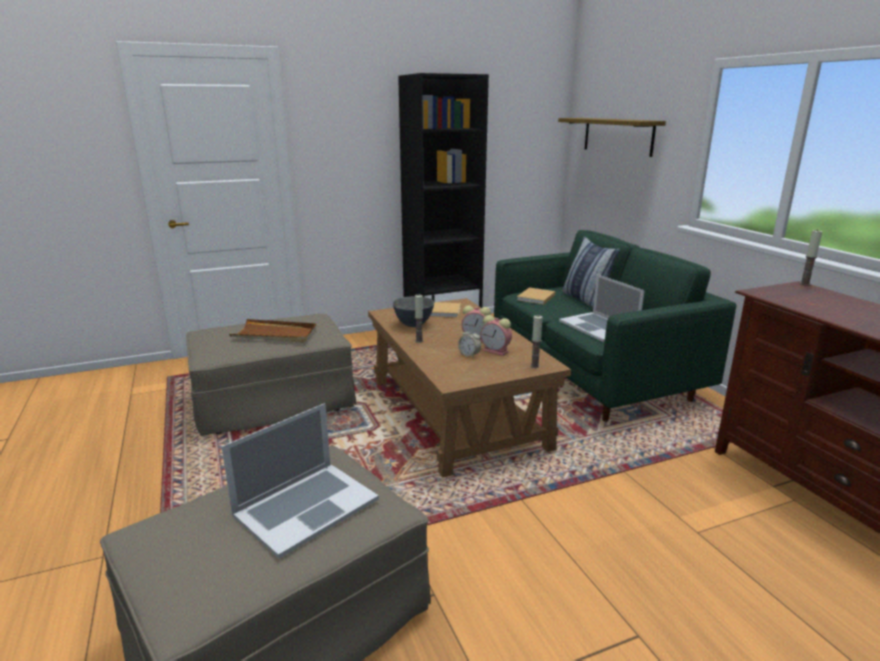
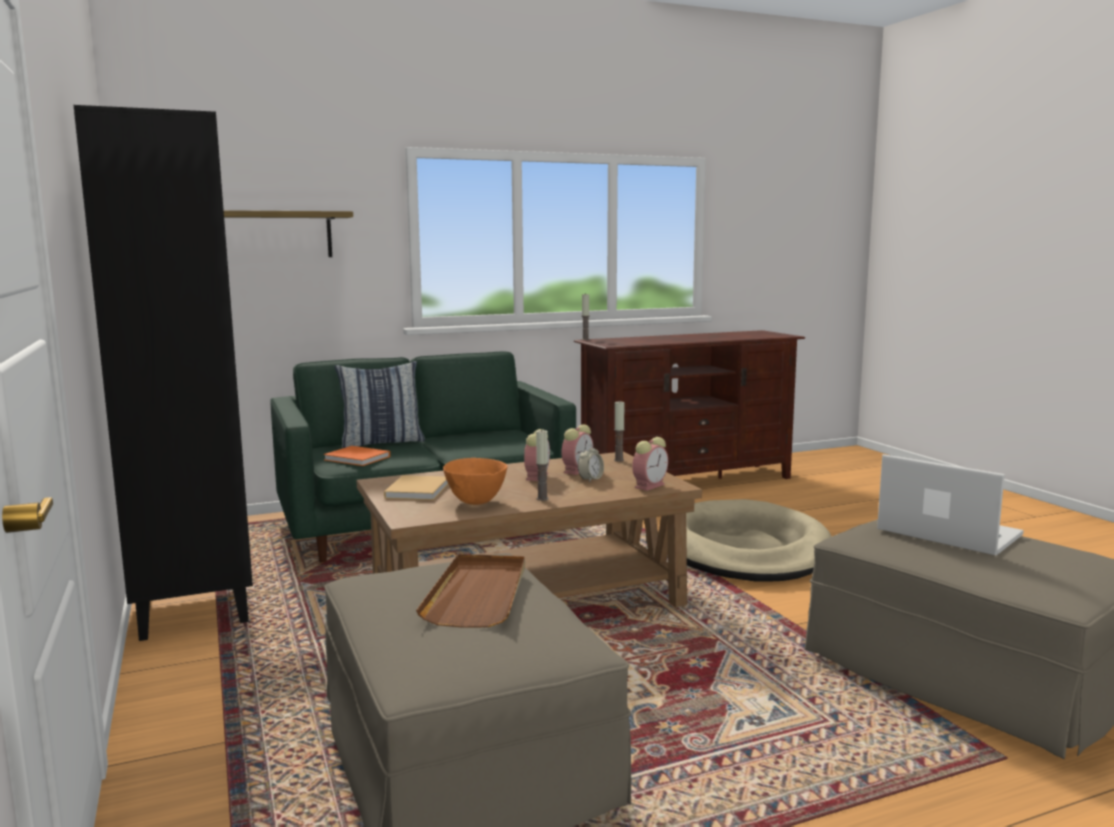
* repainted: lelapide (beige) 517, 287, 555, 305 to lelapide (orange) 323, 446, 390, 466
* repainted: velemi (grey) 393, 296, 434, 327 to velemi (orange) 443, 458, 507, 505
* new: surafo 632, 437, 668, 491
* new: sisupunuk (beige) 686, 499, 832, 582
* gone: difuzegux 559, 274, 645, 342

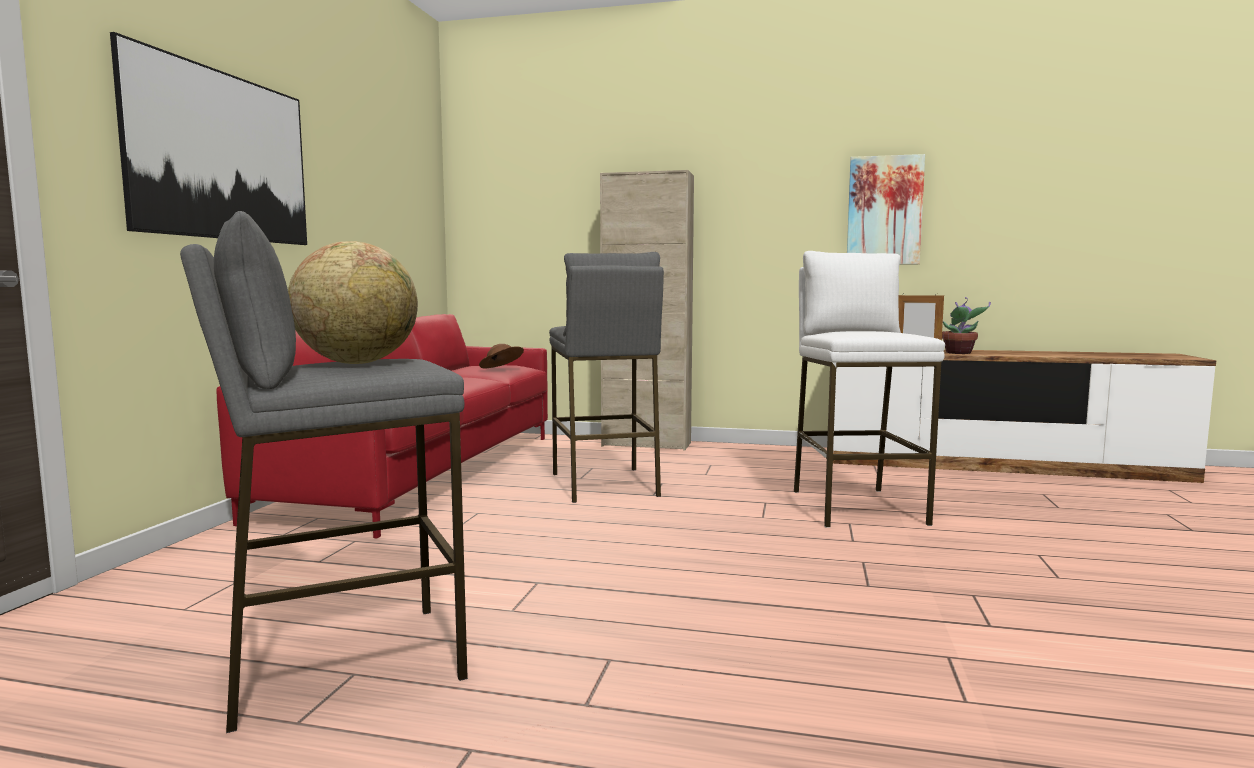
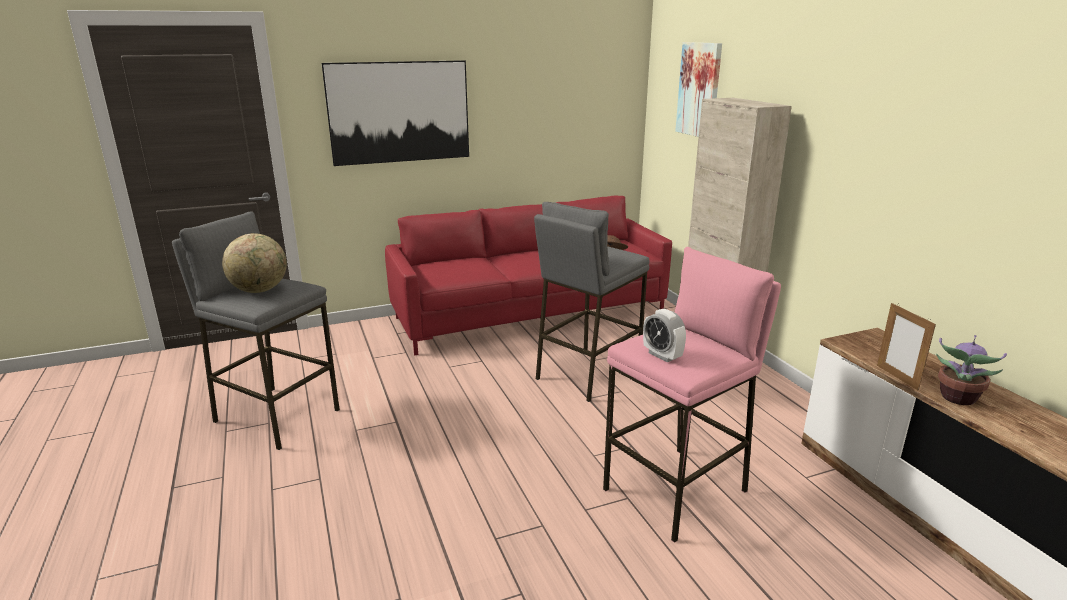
* repainted: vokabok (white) 794, 251, 945, 528 to vokabok (pink) 603, 247, 781, 543
* new: surafo 643, 309, 686, 362
* shifted: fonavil 847, 154, 925, 264 to 675, 42, 722, 137

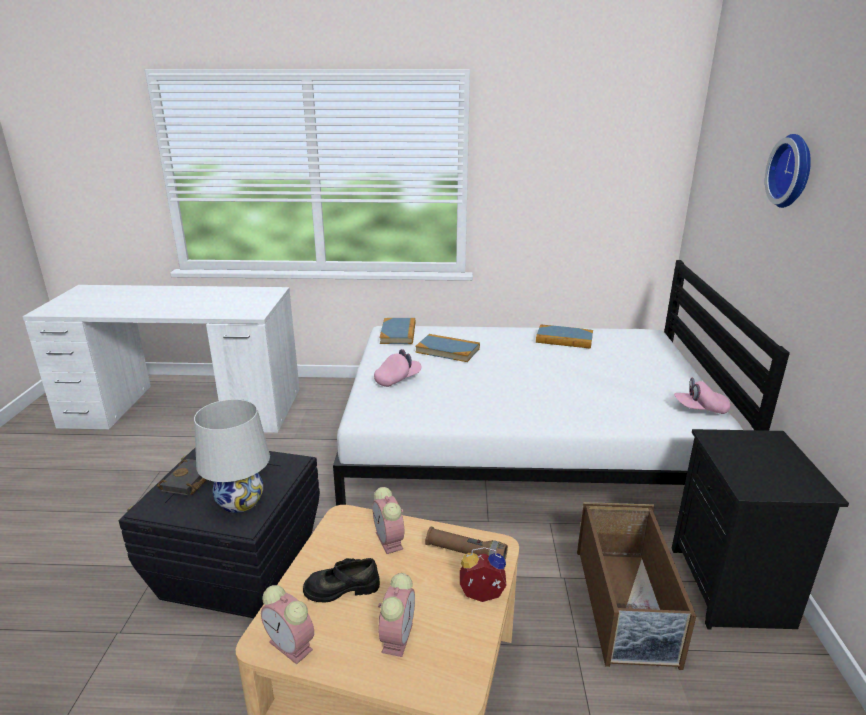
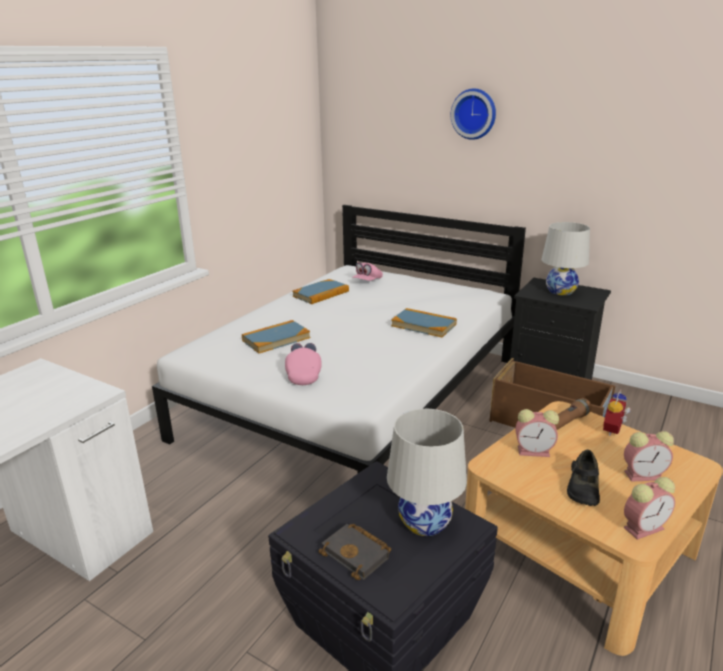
* shifted: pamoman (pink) 674, 378, 730, 414 to 352, 262, 383, 281
* shifted: lelapide 380, 318, 416, 344 to 391, 308, 457, 338
* new: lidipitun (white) 541, 222, 590, 295
* rotated: surafo 378, 573, 415, 657 = 624, 431, 674, 482 135 degrees clockwise

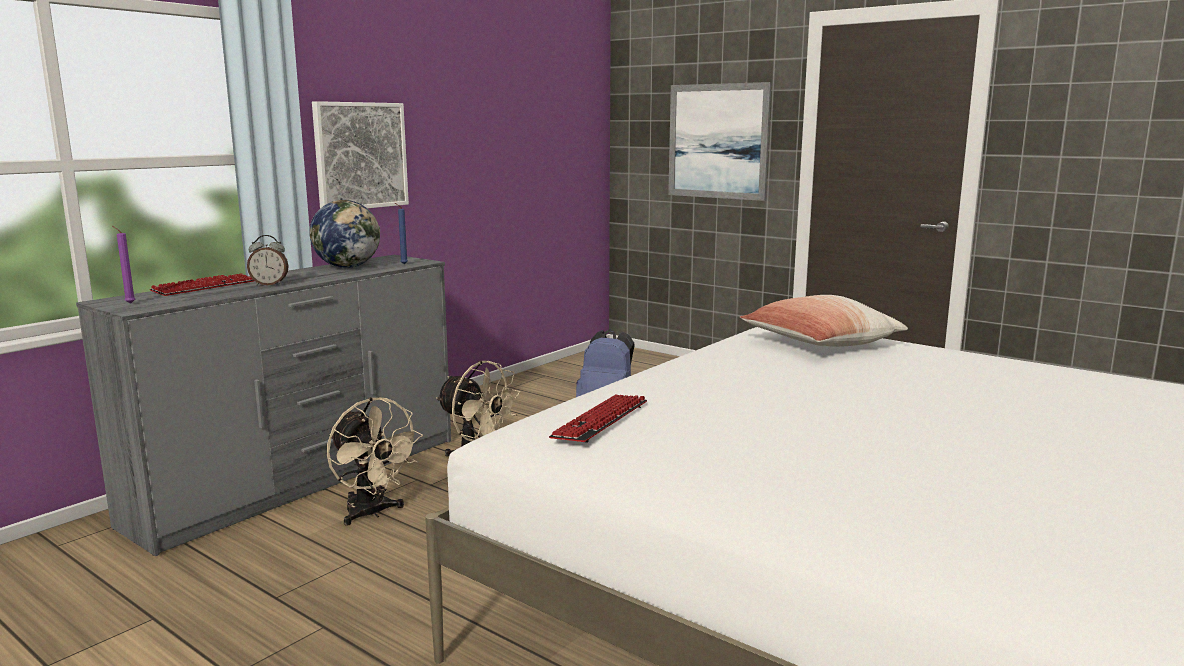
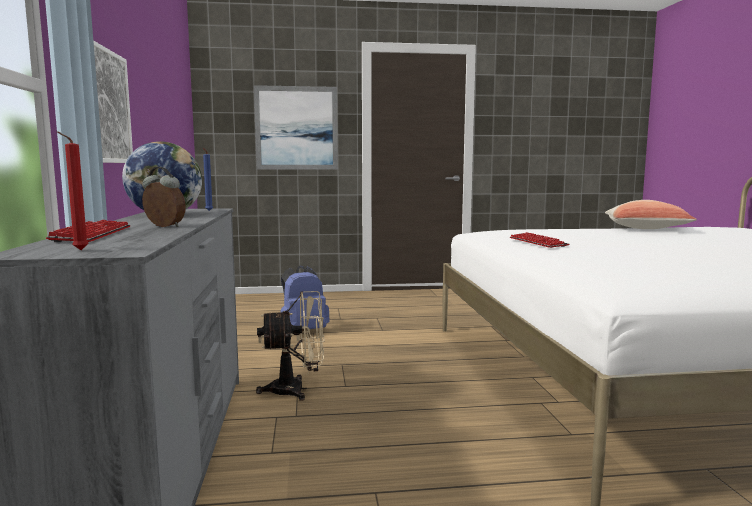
* repainted: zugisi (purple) 113, 226, 135, 304 to zugisi (red) 57, 131, 89, 250
* rotated: surafo 247, 235, 289, 285 = 142, 167, 185, 227 105 degrees counterclockwise
* shifted: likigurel 549, 394, 647, 443 to 510, 232, 570, 248
* shifted: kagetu 740, 295, 908, 347 to 605, 200, 697, 229
* gone: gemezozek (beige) 327, 397, 423, 526

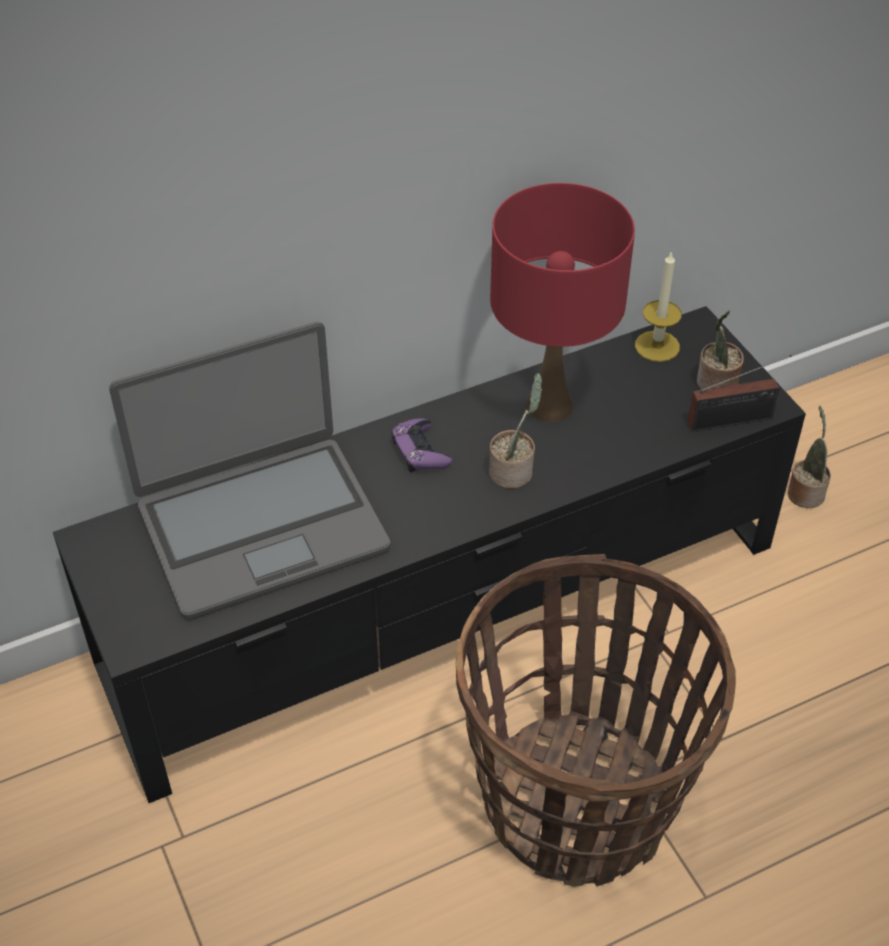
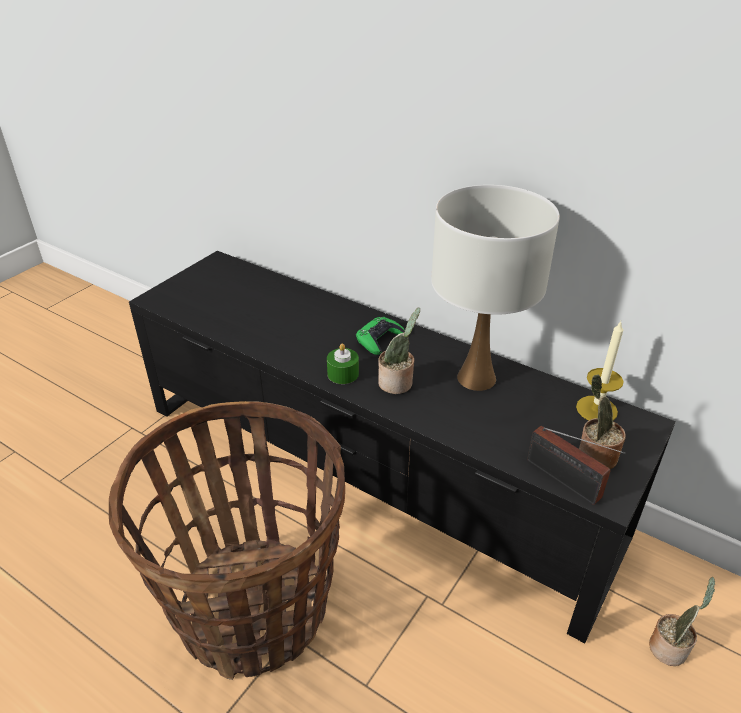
* new: zugisi (green) 327, 343, 359, 384
* repainted: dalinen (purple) 391, 419, 453, 472 to dalinen (green) 355, 317, 405, 355
* repainted: lidipitun (red) 490, 183, 635, 422 to lidipitun (white) 431, 185, 560, 391
* gone: difuzegux 109, 322, 391, 620

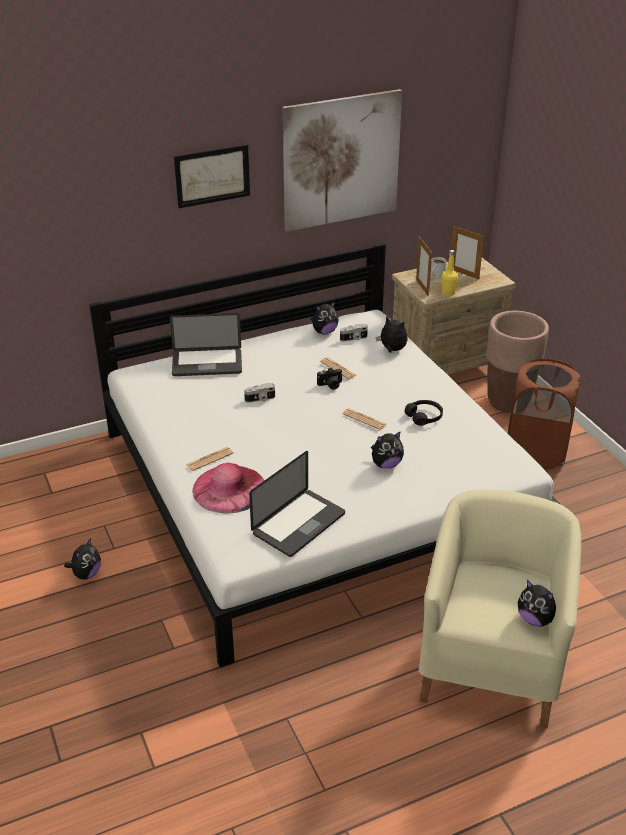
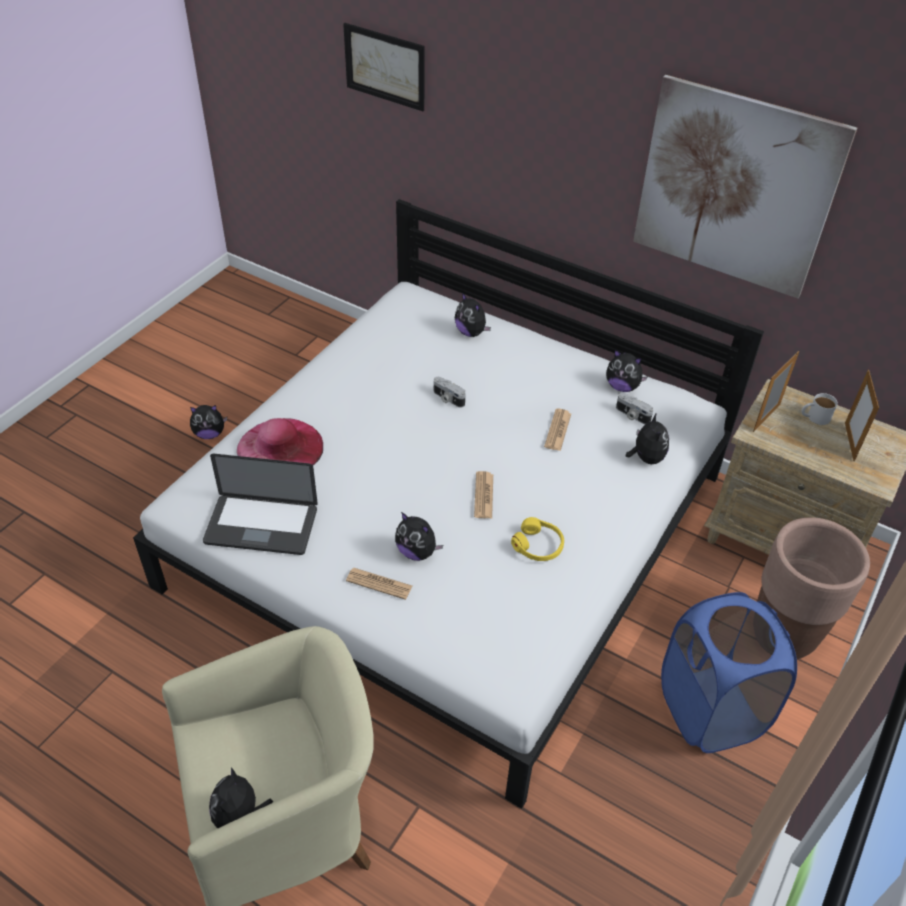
* shifted: fonavil 174, 145, 250, 208 to 343, 23, 424, 111
* shifted: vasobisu 186, 447, 233, 471 to 346, 568, 412, 600
* swapped: difuzegux 170, 313, 242, 376 to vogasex 455, 293, 491, 337
* repainted: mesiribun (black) 405, 400, 443, 426 to mesiribun (yellow) 511, 517, 564, 561
* repainted: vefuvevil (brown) 508, 358, 581, 469 to vefuvevil (blue) 661, 592, 797, 753
* gone: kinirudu 317, 367, 343, 390
* gone: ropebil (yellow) 442, 250, 458, 296

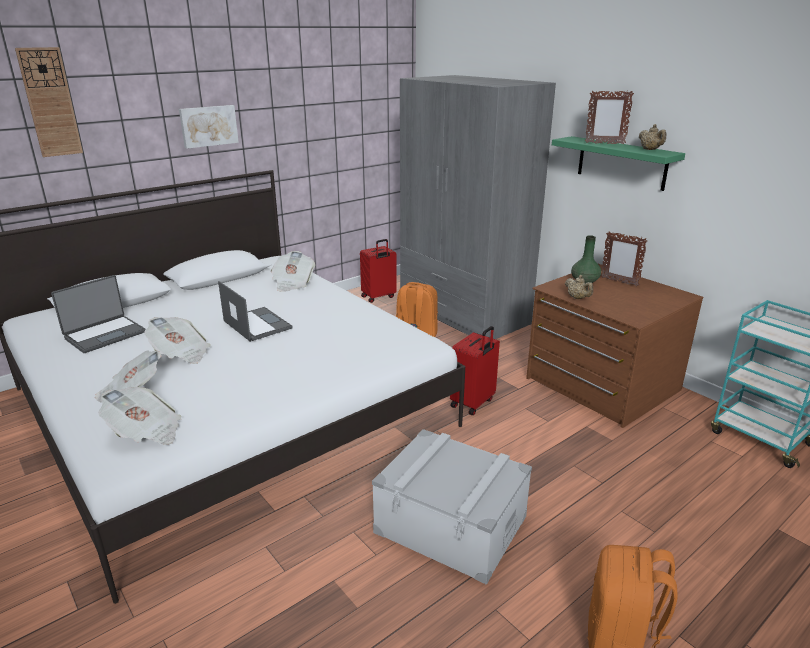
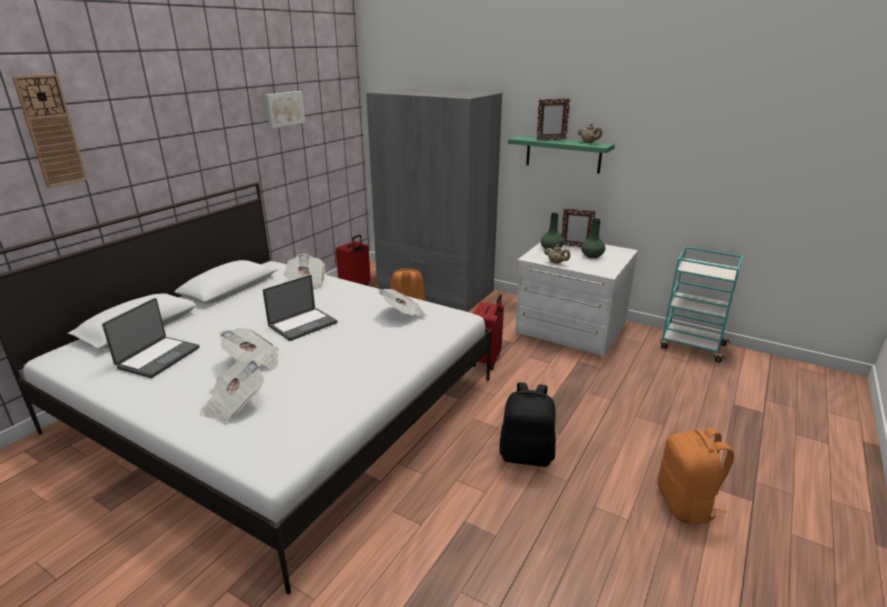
* rotated: difuzegux 218, 281, 293, 342 = 263, 275, 338, 341 105 degrees clockwise
* shifted: fonavil 179, 105, 239, 149 to 264, 91, 305, 128
* shifted: vasobisu 98, 387, 182, 445 to 378, 289, 427, 317
* swapped: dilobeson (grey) 372, 429, 532, 585 to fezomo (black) 499, 382, 556, 467
* repainted: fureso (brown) 526, 264, 703, 428 to fureso (white) 515, 237, 638, 357
* new: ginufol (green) 581, 218, 605, 258

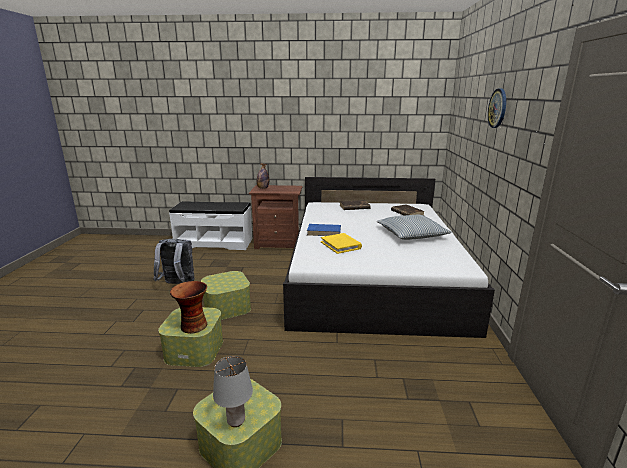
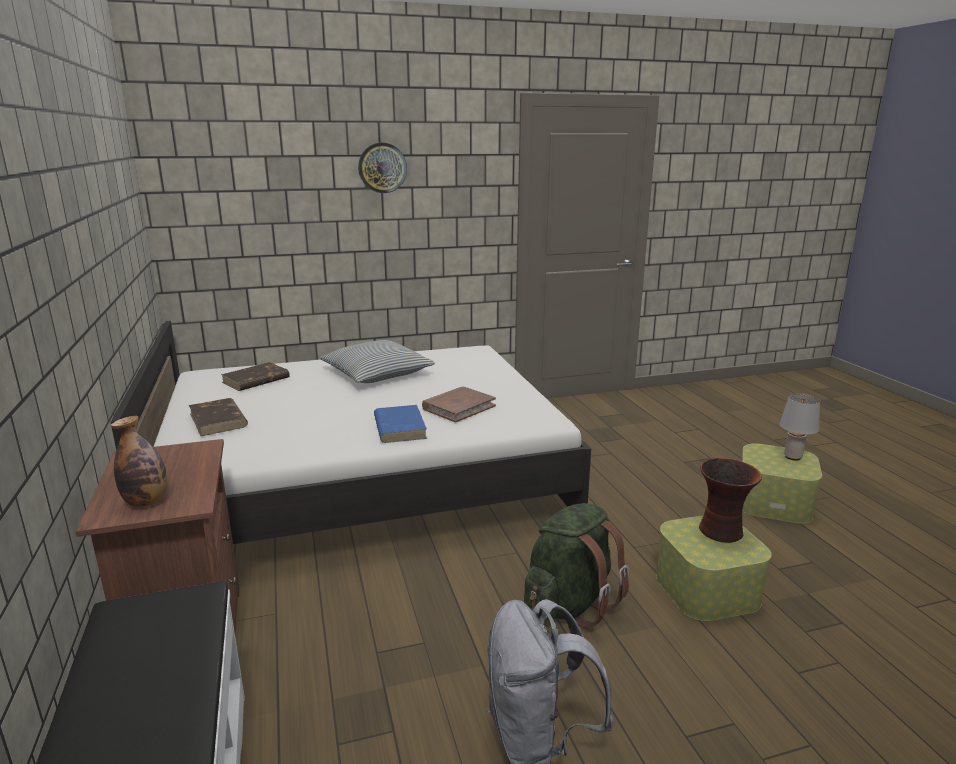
* repainted: lelapide (yellow) 321, 233, 362, 254 to lelapide (brown) 422, 387, 496, 423
* swapped: dilobeson 201, 271, 251, 320 to fezomo (green) 524, 503, 629, 629

